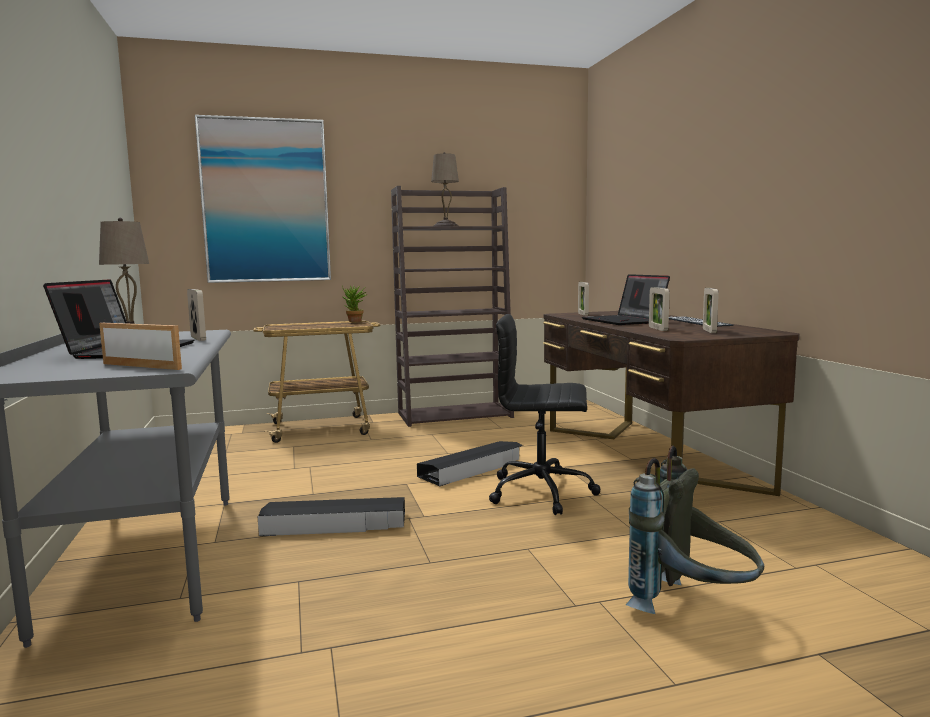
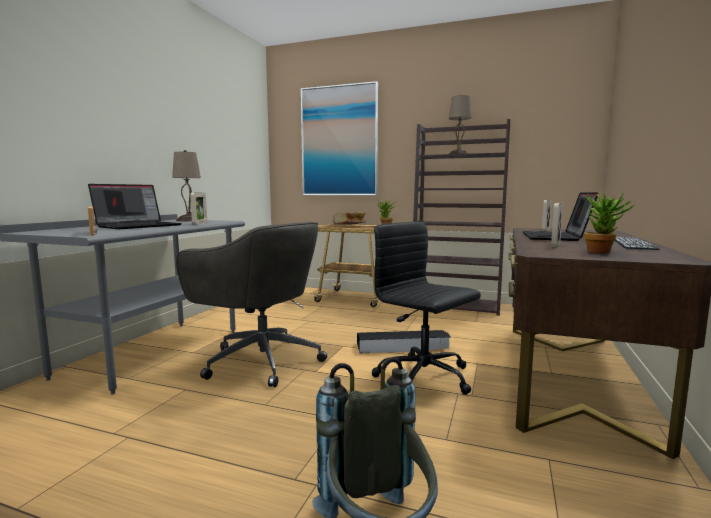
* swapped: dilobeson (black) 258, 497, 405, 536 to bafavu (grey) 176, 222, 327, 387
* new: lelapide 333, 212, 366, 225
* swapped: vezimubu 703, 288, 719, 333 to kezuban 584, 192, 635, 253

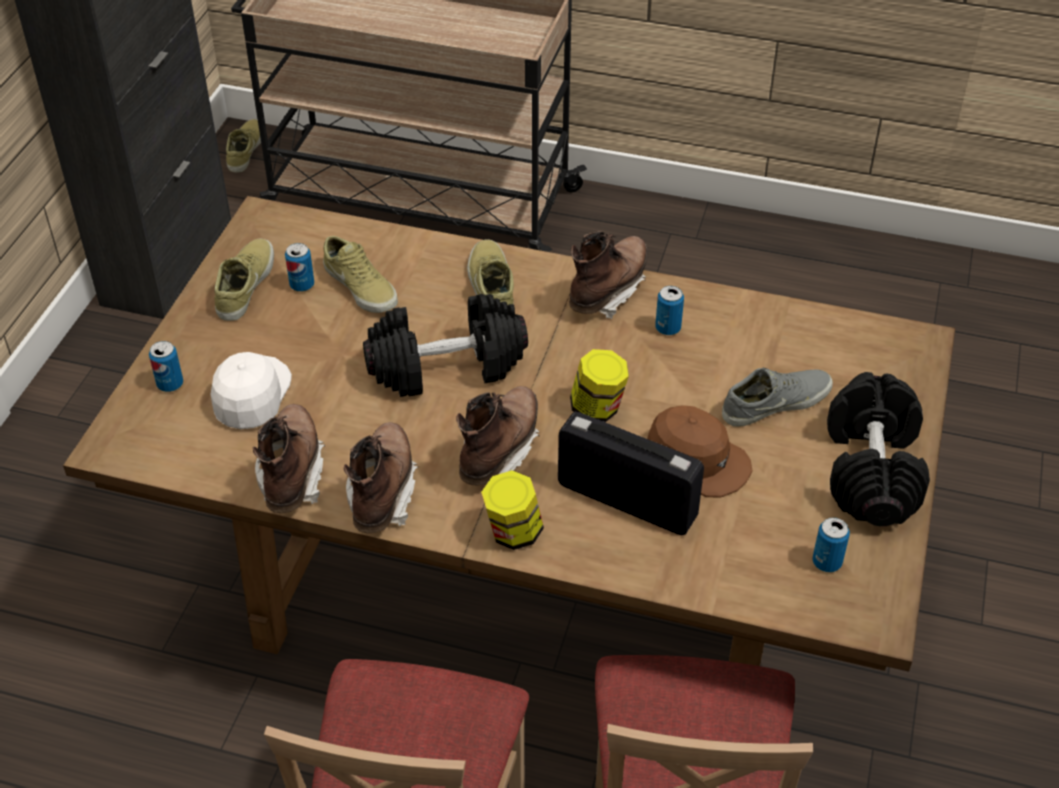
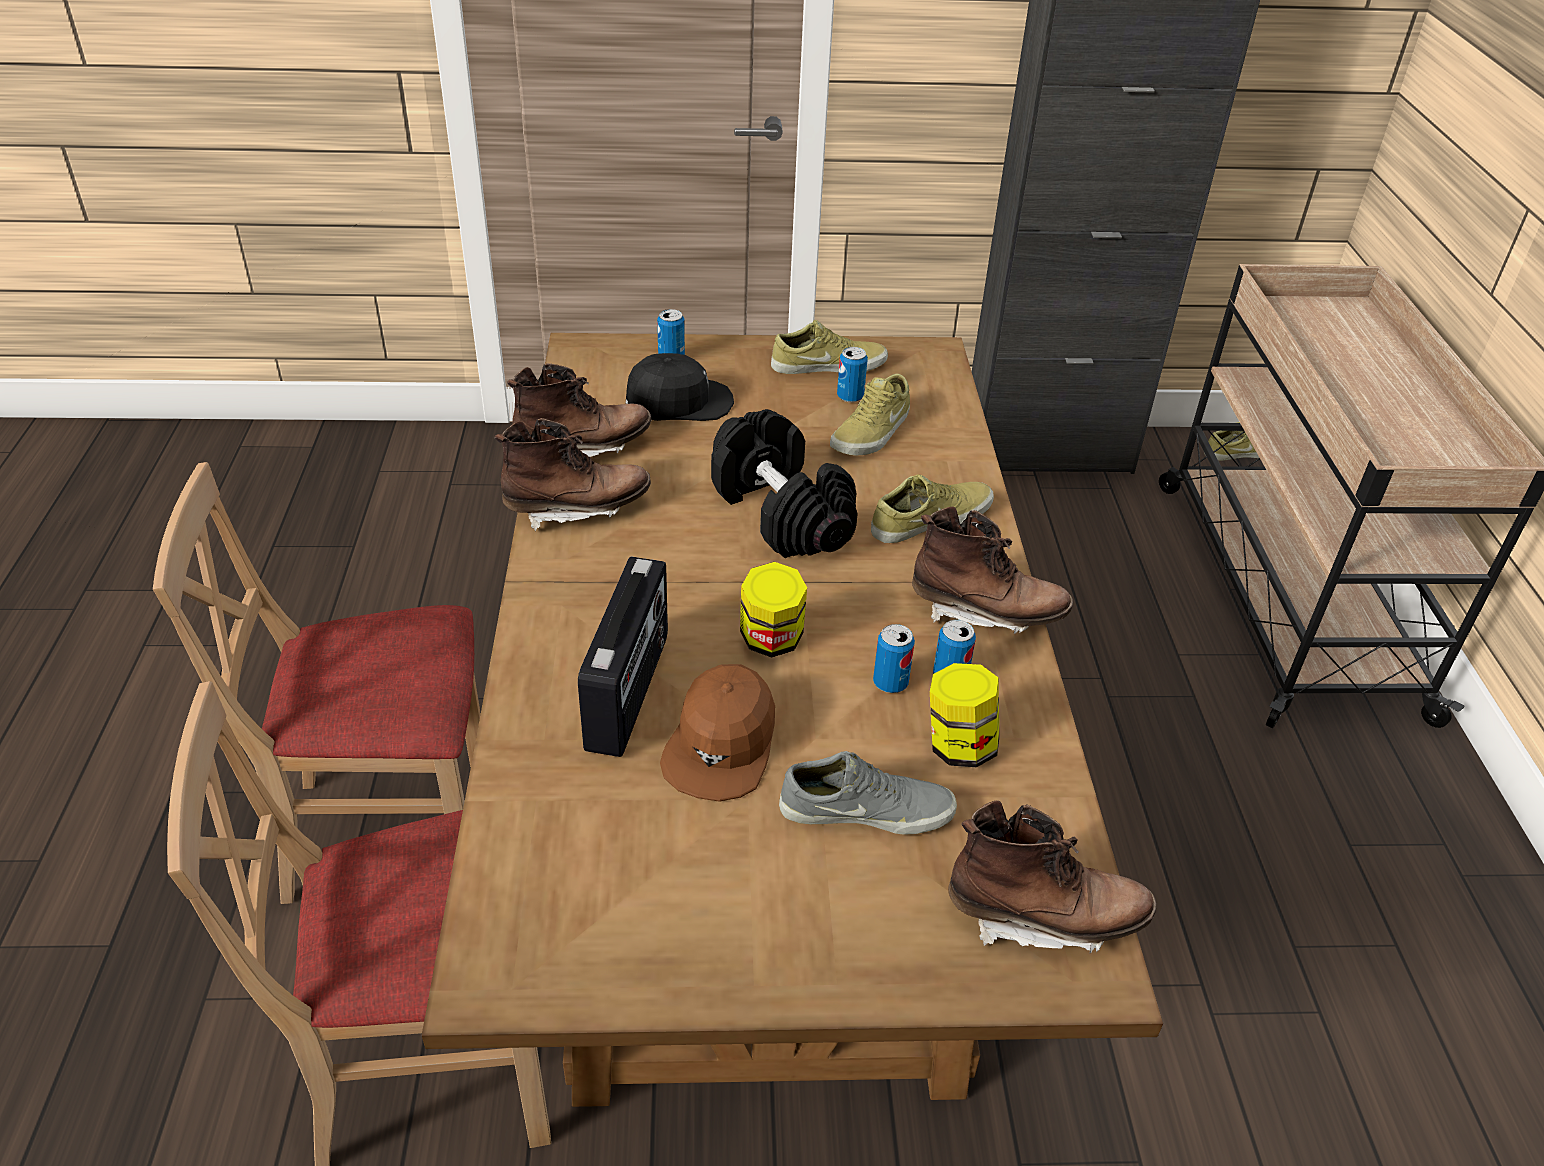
* repainted: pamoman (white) 210, 352, 292, 429 to pamoman (black) 626, 353, 734, 421
* rotated: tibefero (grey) 722, 368, 833, 427 = 779, 751, 957, 835 45 degrees counterclockwise
* shifted: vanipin 813, 517, 850, 572 to 873, 624, 915, 693
* shifted: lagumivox 481, 470, 544, 550 to 930, 663, 999, 767
* shifted: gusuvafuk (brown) 456, 386, 539, 485 to 948, 800, 1156, 954
* gone: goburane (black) 827, 372, 930, 526

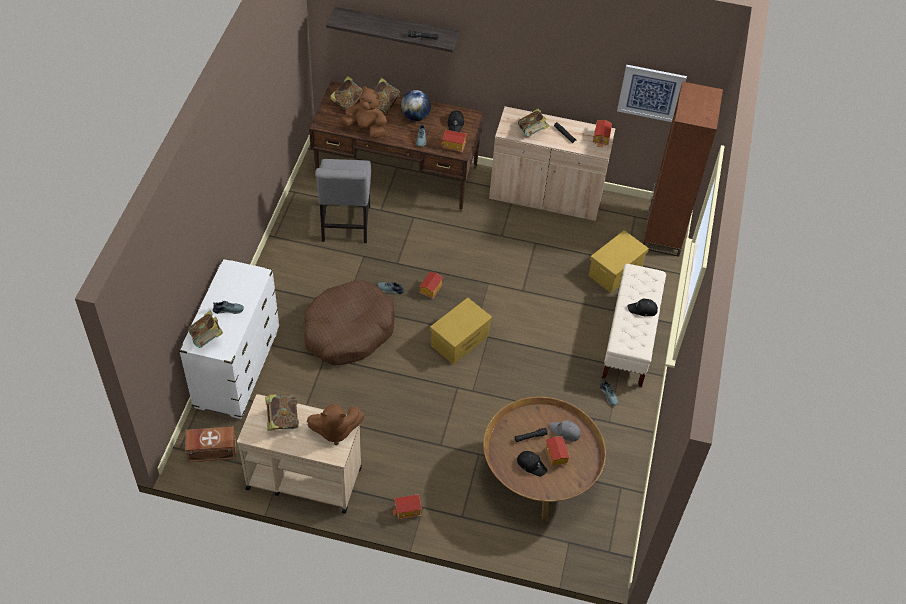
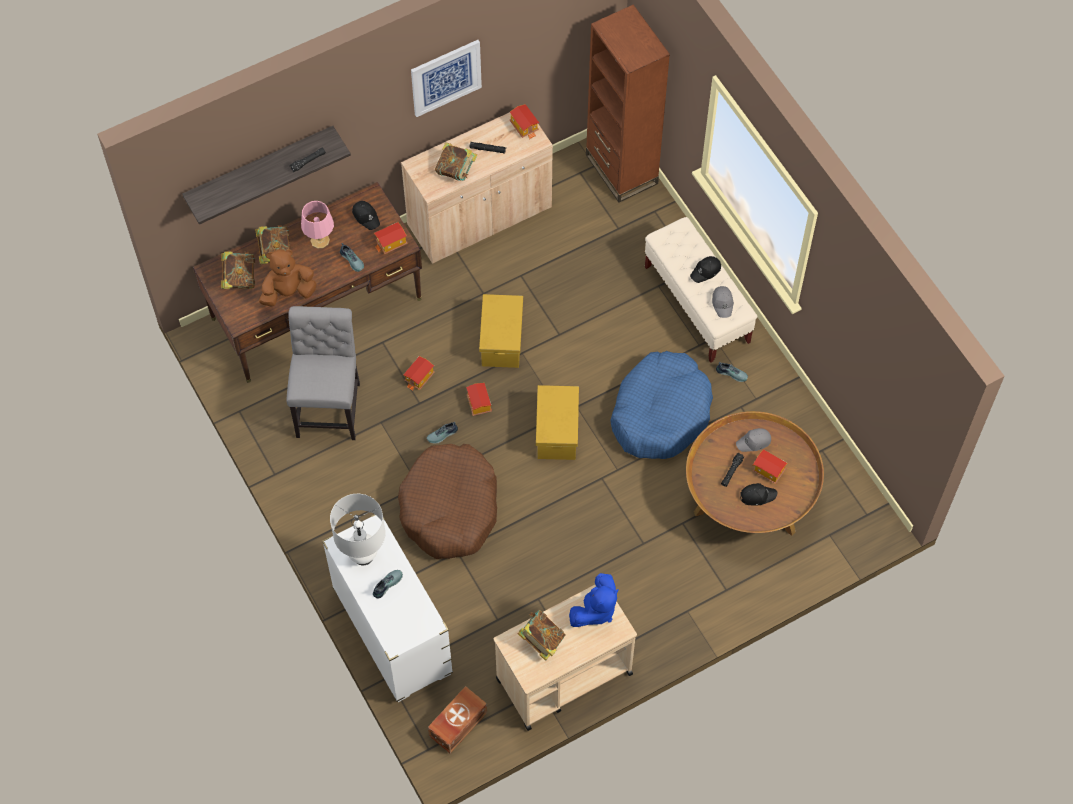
* rotated: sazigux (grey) 315, 159, 371, 243 = 287, 306, 360, 440 135 degrees counterclockwise
* swapped: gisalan 401, 90, 431, 121 to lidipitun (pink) 301, 201, 334, 248
* new: lidipitun (white) 330, 494, 385, 565
* shifted: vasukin 393, 494, 422, 520 to 403, 356, 435, 391
* shifted: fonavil 617, 65, 687, 122 to 411, 40, 482, 117
* shifted: dilobeson (yellow) 588, 230, 649, 293 to 479, 294, 523, 368
* repainted: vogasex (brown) 307, 404, 364, 445 to vogasex (blue) 569, 573, 619, 627
* new: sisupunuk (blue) 610, 351, 713, 459
* new: pamoman (grey) 712, 286, 734, 318
* gone: lelapide 189, 311, 223, 348

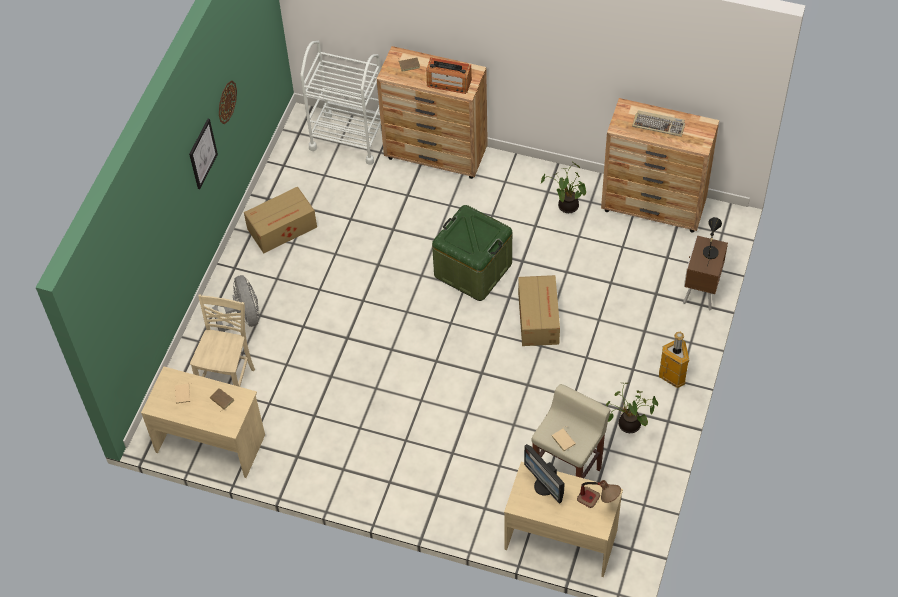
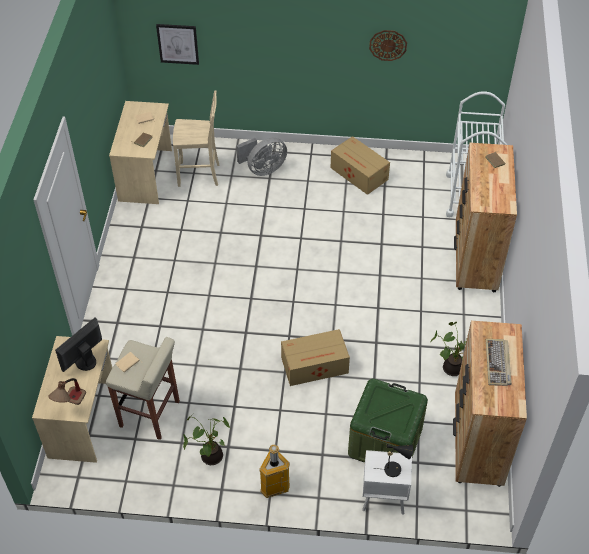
* shifted: fonavil 189, 119, 218, 189 to 156, 24, 199, 65
* shifted: dilobeson (green) 432, 205, 512, 301 to 348, 379, 428, 463
* repainted: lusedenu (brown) 683, 236, 728, 310 to lusedenu (white) 362, 450, 412, 515
* gone: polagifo 426, 57, 472, 94

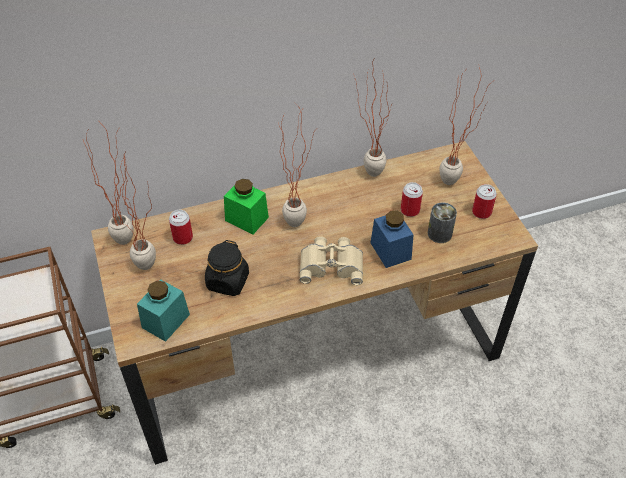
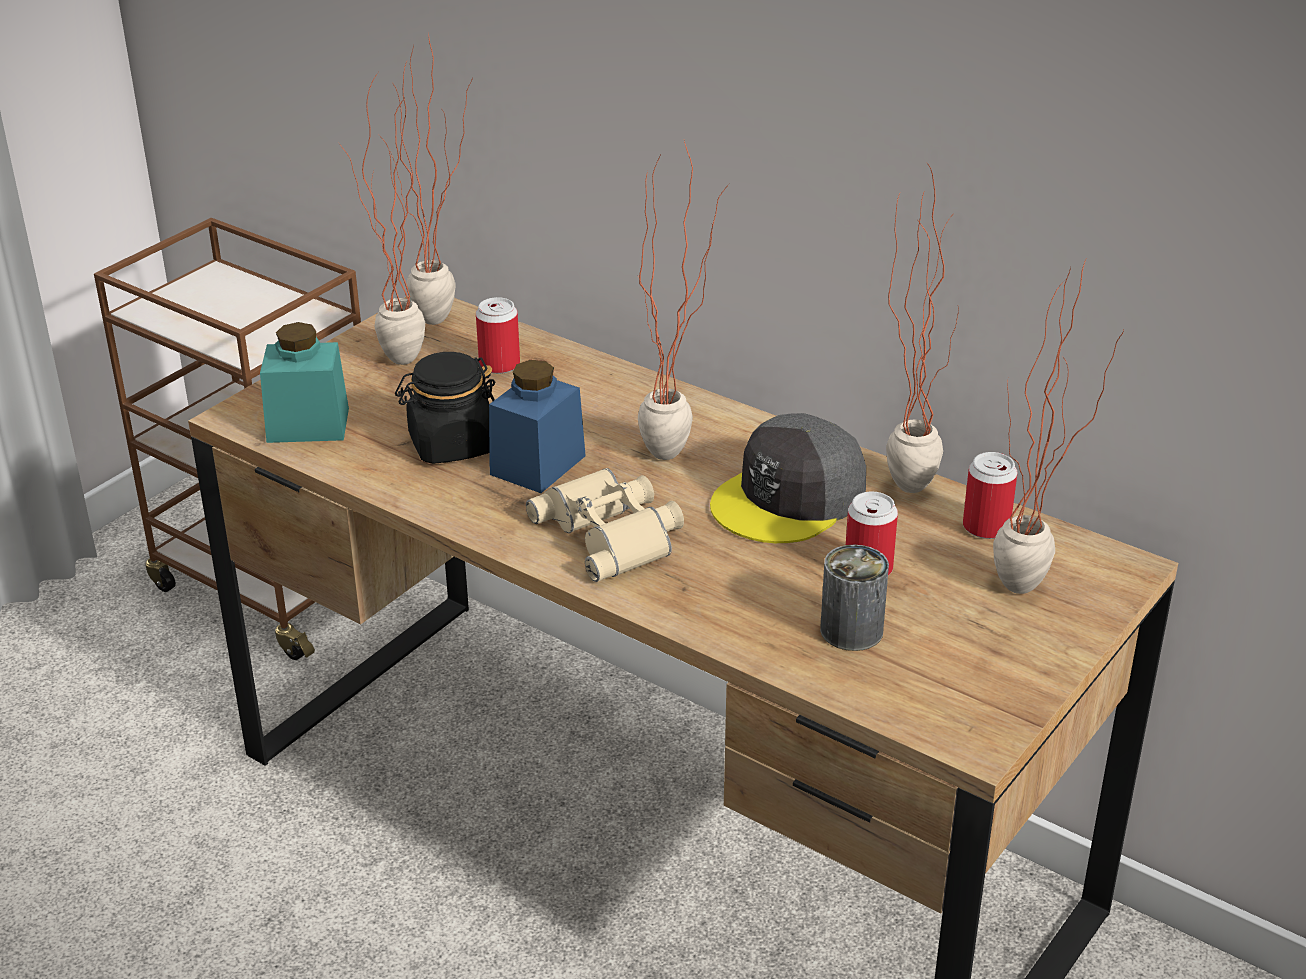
* shifted: lagumivox (blue) 370, 211, 414, 268 to 489, 360, 586, 493
* new: pamoman (grey) 710, 413, 866, 543
* shifted: vanipin 472, 184, 497, 219 to 963, 452, 1017, 539
* gone: lagumivox (green) 224, 179, 269, 234

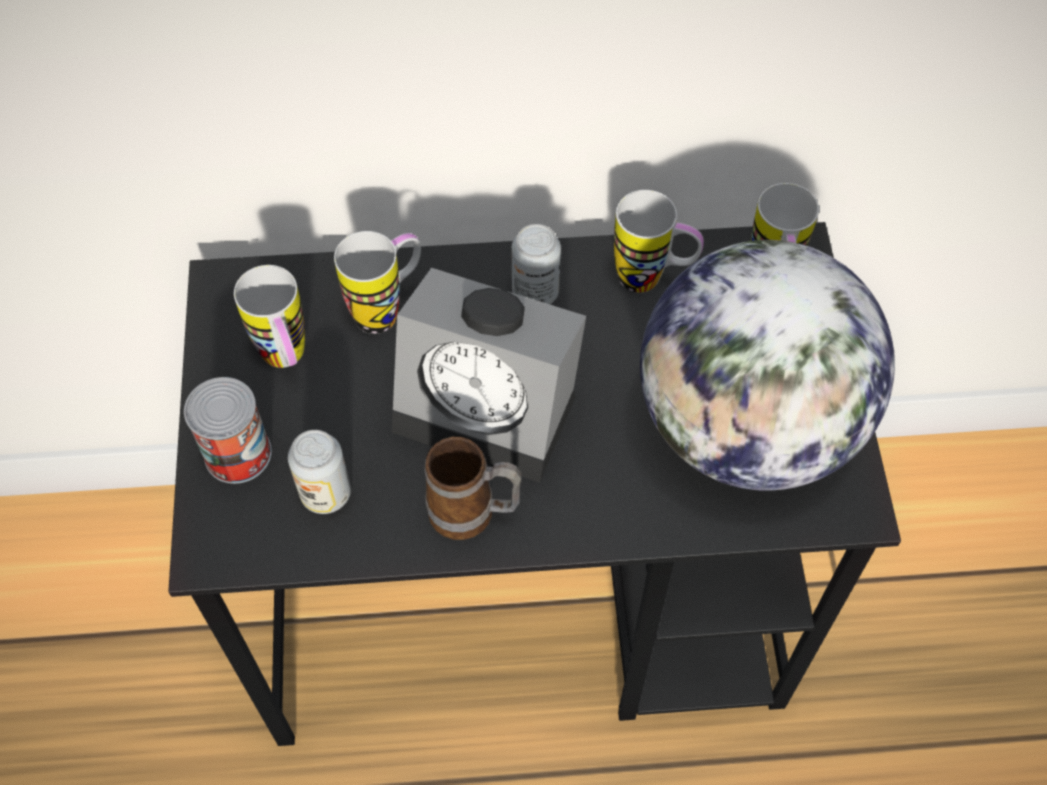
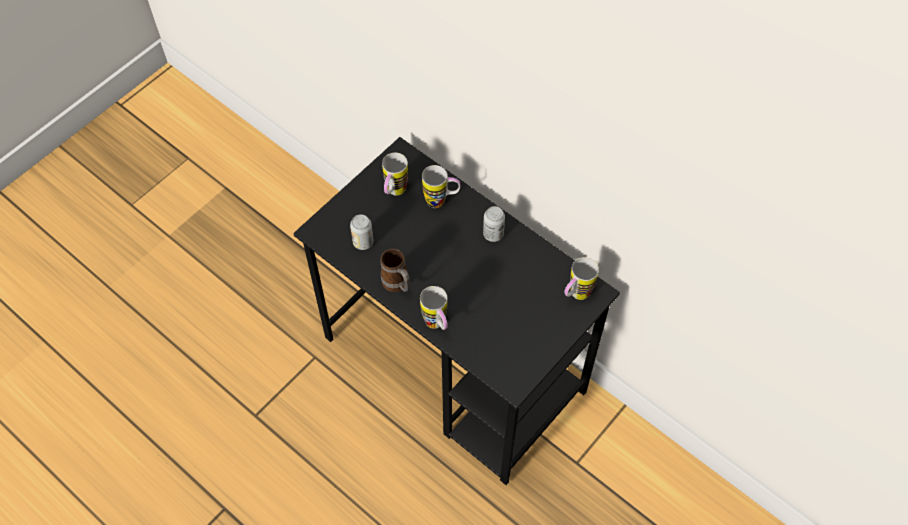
* shifted: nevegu 614, 190, 704, 293 to 420, 286, 448, 330
* gone: vanipin 184, 377, 272, 484
* gone: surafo 392, 268, 586, 483
* gone: gisalan 640, 240, 895, 490

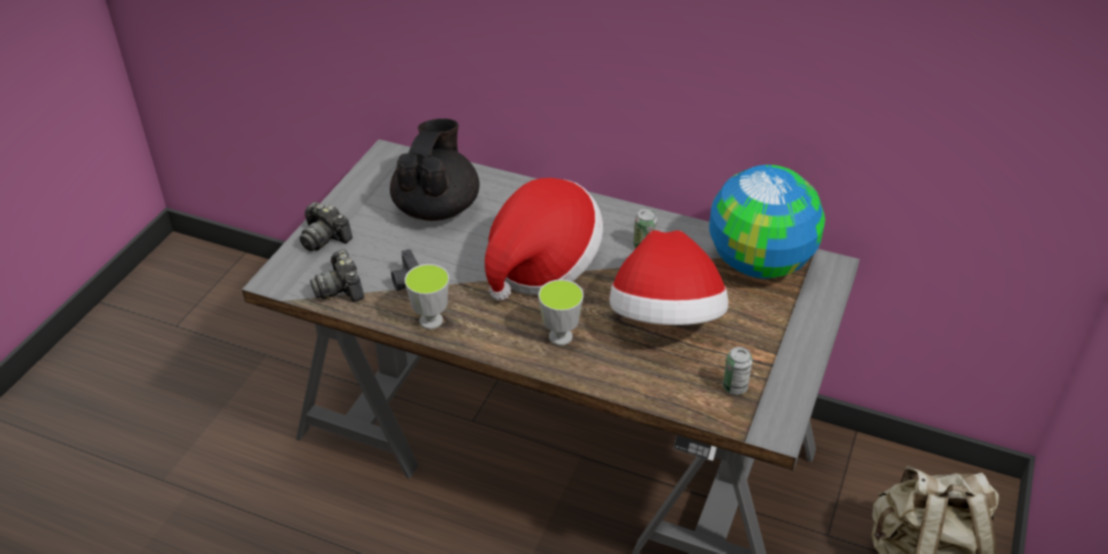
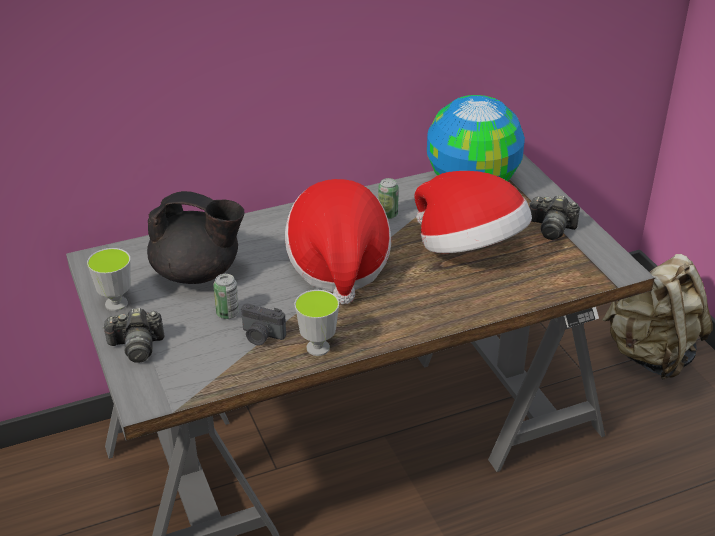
* shifted: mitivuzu 538, 279, 584, 345 to 87, 248, 131, 311
* rotated: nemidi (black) 390, 119, 480, 221 = 147, 191, 244, 284 135 degrees clockwise
* shifted: vanipin 723, 347, 753, 395 to 213, 274, 239, 319
* shifted: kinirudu 310, 249, 364, 302 to 529, 195, 580, 240

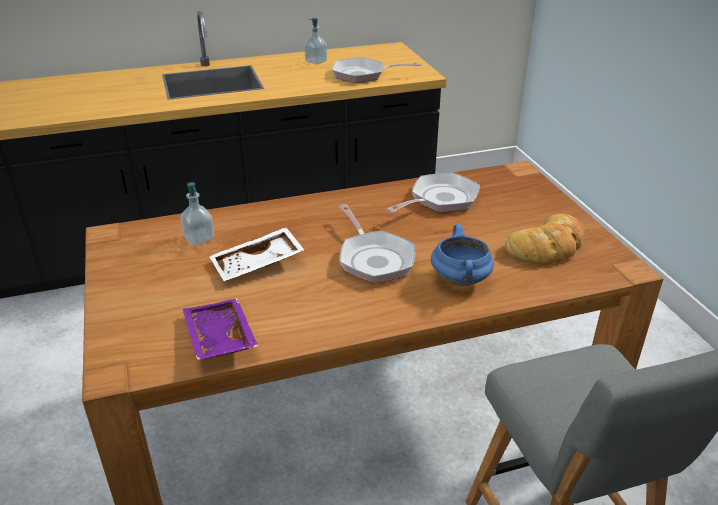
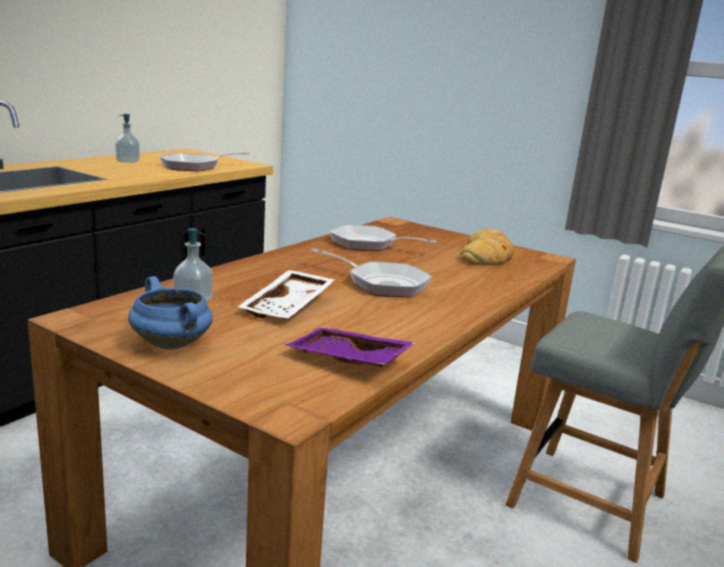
* shifted: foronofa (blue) 431, 224, 494, 286 to 128, 276, 213, 350
* rotated: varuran 386, 173, 480, 213 = 329, 224, 437, 251 75 degrees counterclockwise

